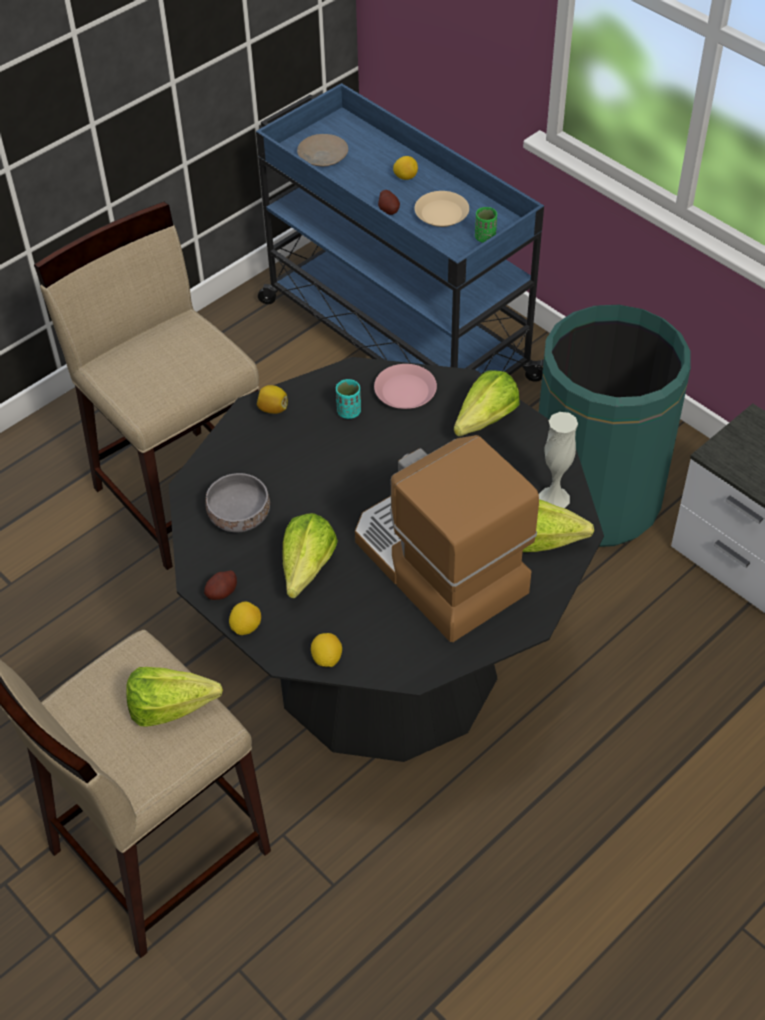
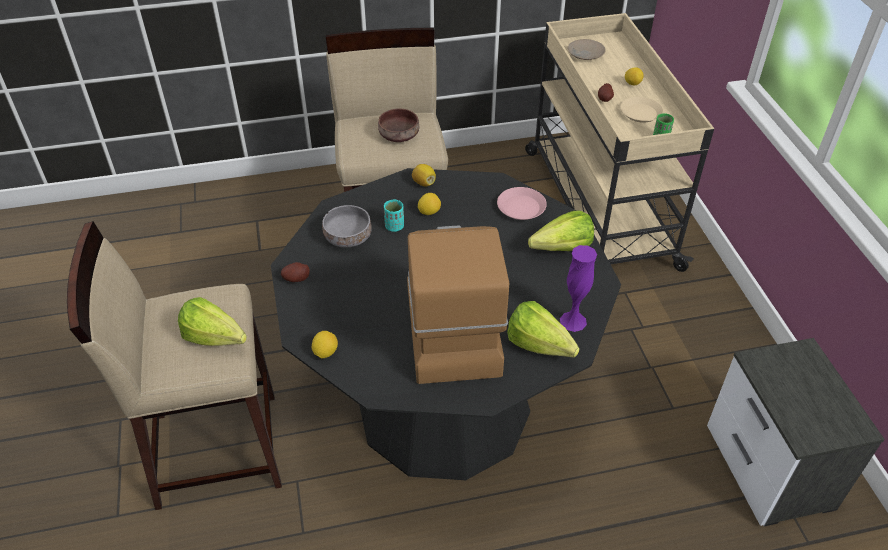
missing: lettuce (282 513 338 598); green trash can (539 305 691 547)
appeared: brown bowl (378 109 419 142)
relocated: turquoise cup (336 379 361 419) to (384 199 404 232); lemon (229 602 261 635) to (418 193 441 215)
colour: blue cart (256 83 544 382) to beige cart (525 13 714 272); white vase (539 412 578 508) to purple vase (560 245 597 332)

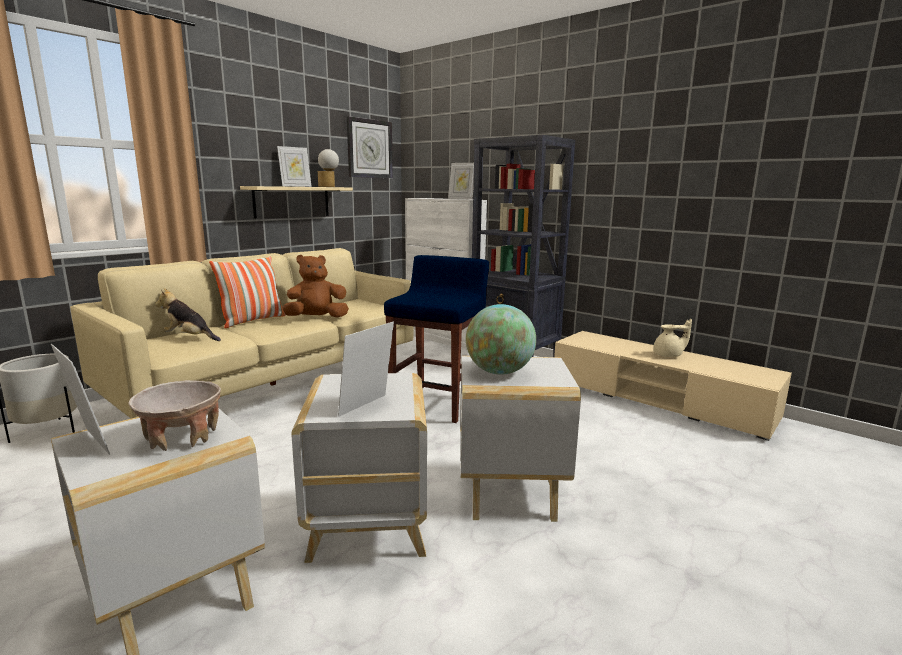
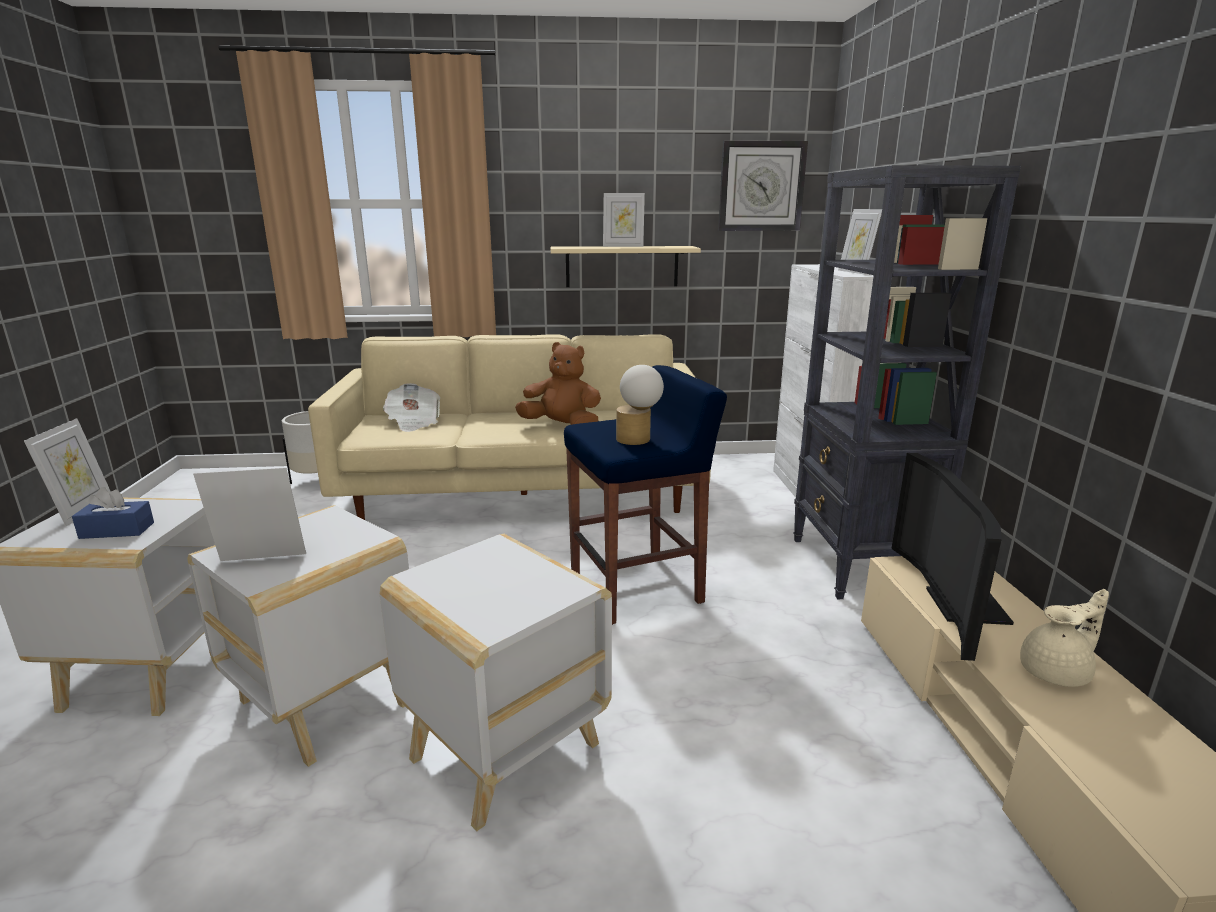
missing: pillow (209 256 286 328); globe (466 304 536 375)
appeared: television (891 453 1014 661)
relocated: table lamp (318 149 339 187) to (616 365 664 445)
exchanged: beige bowl (128 380 221 451) to blue tissue box (72 487 154 539); plush toy (155 288 221 341) to newspaper (383 383 440 432)
spun: beige teapot (653 319 692 357) = (1020 589 1109 687) 60 degrees counterclockwise

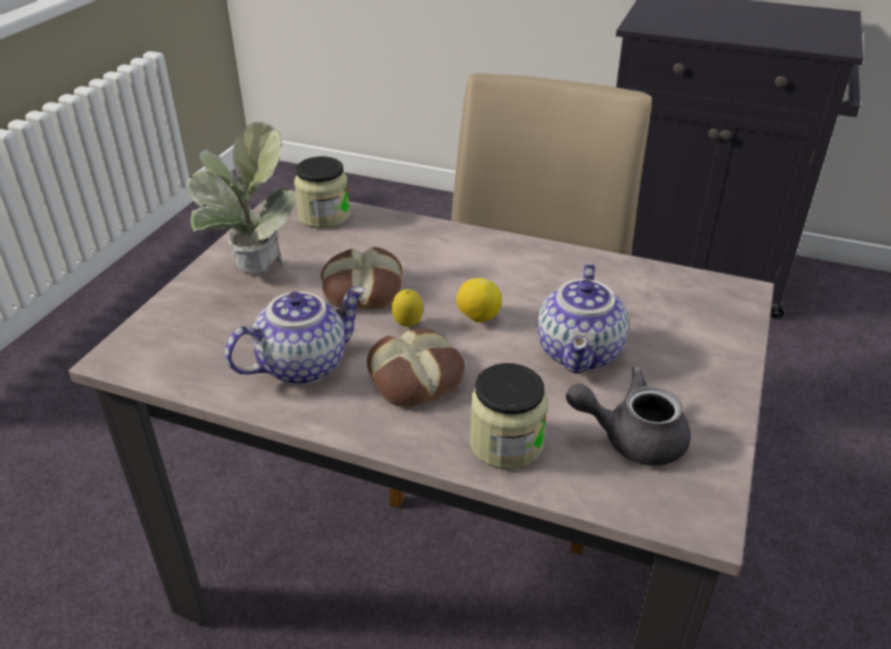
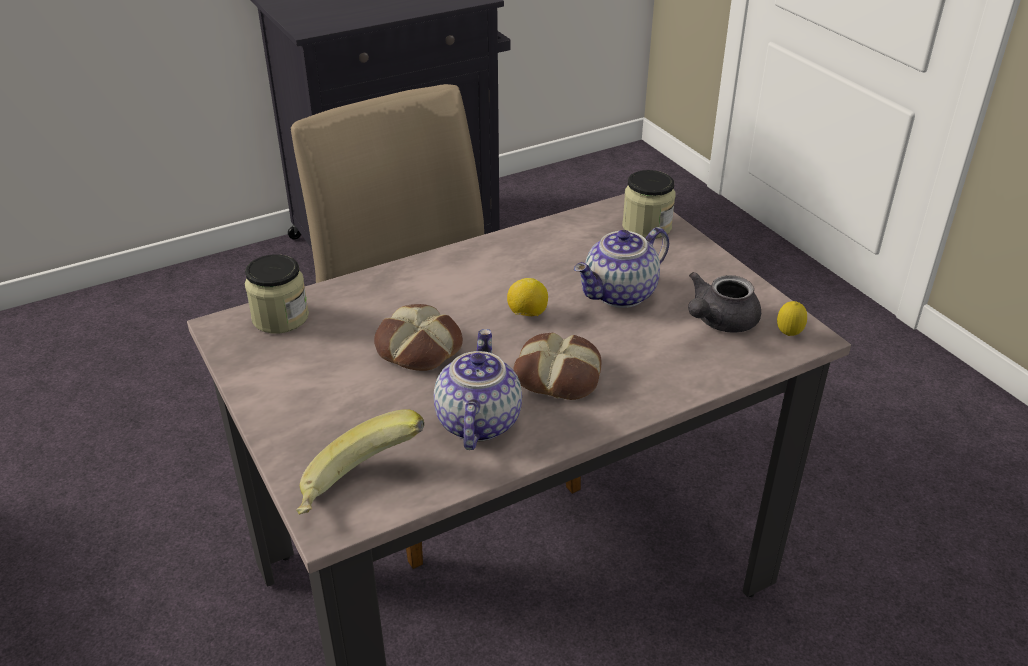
missing: potted plant (186 122 295 274)
appeared: banana (296 409 424 514)
relocated: jar (469 363 548 469) to (622 170 676 239); lemon (392 289 423 327) to (777 301 807 336)
spun: teapot (537 263 629 373) = (574 227 669 308) 90 degrees clockwise

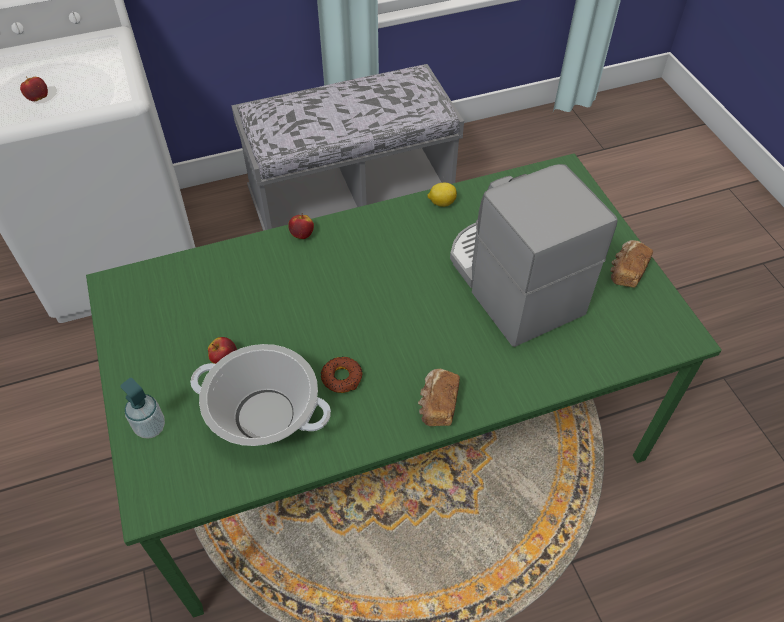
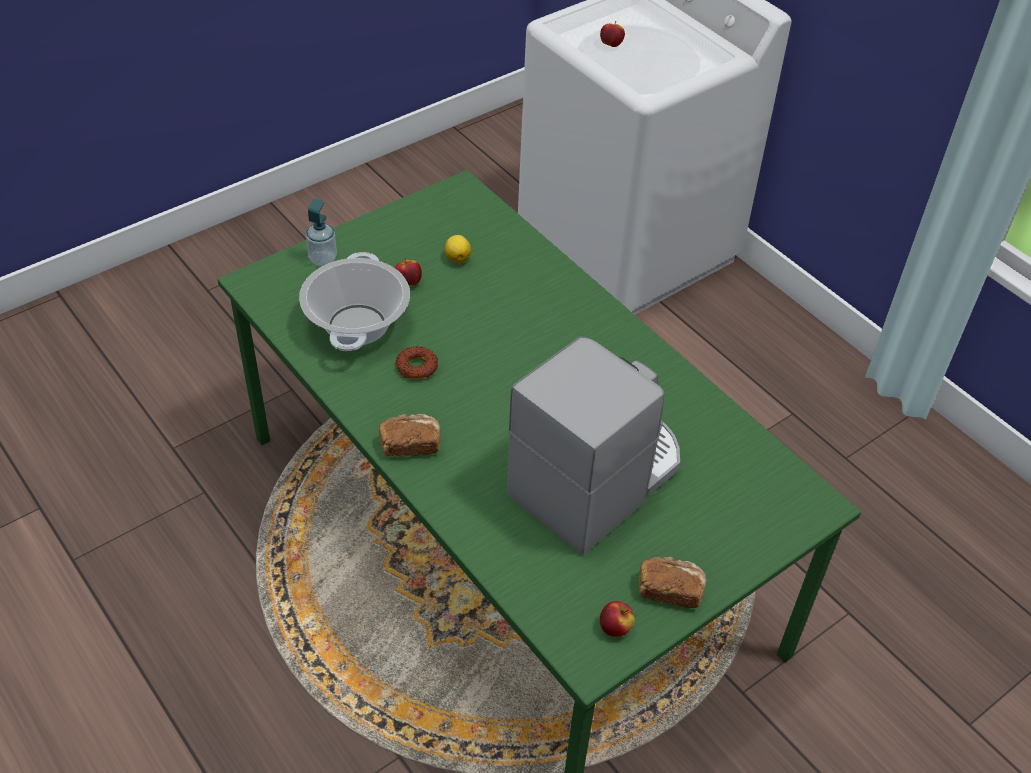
missing: grey bench (231 64 464 231)
relocated: lemon (427 183 457 207) to (445 235 471 263); apple (288 213 314 239) to (600 601 635 637)

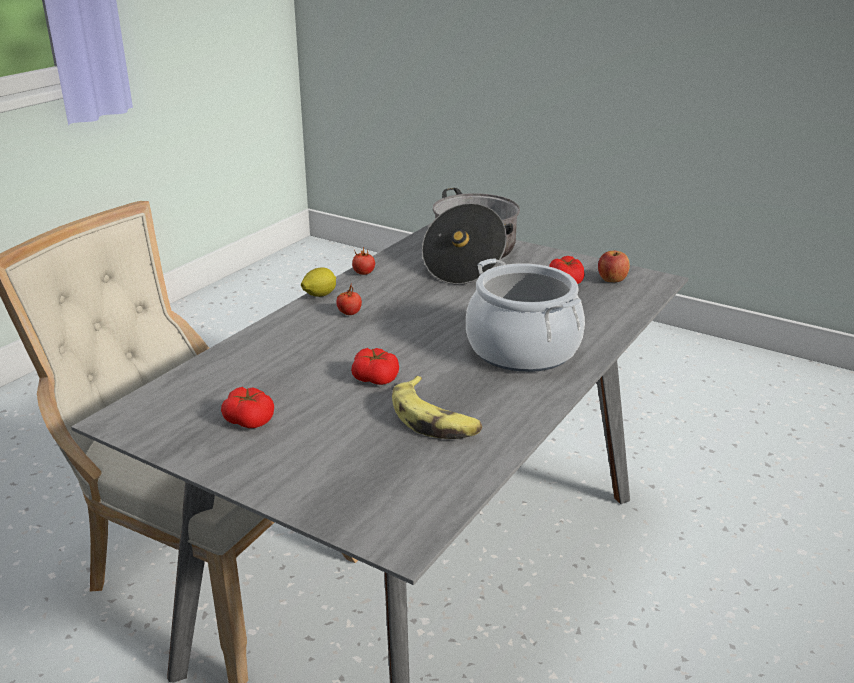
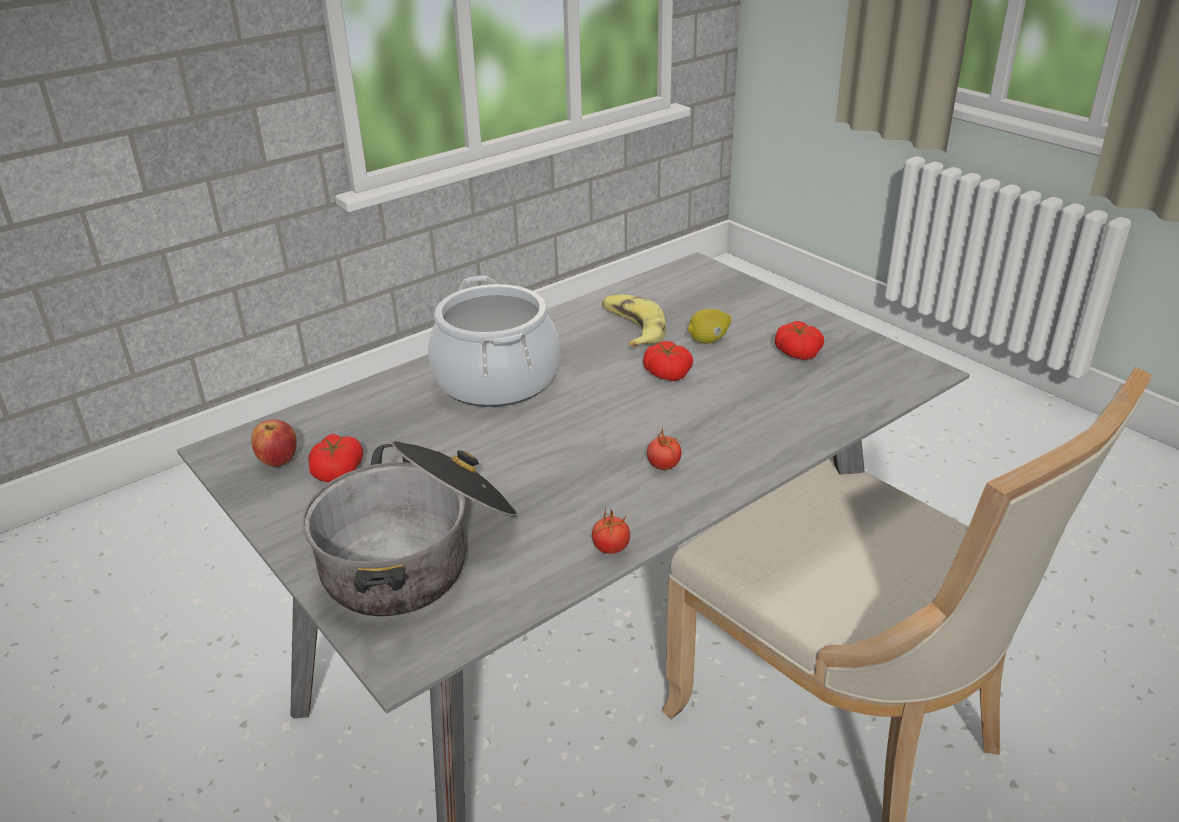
relocated: lemon (301 267 336 297) to (688 309 732 344)

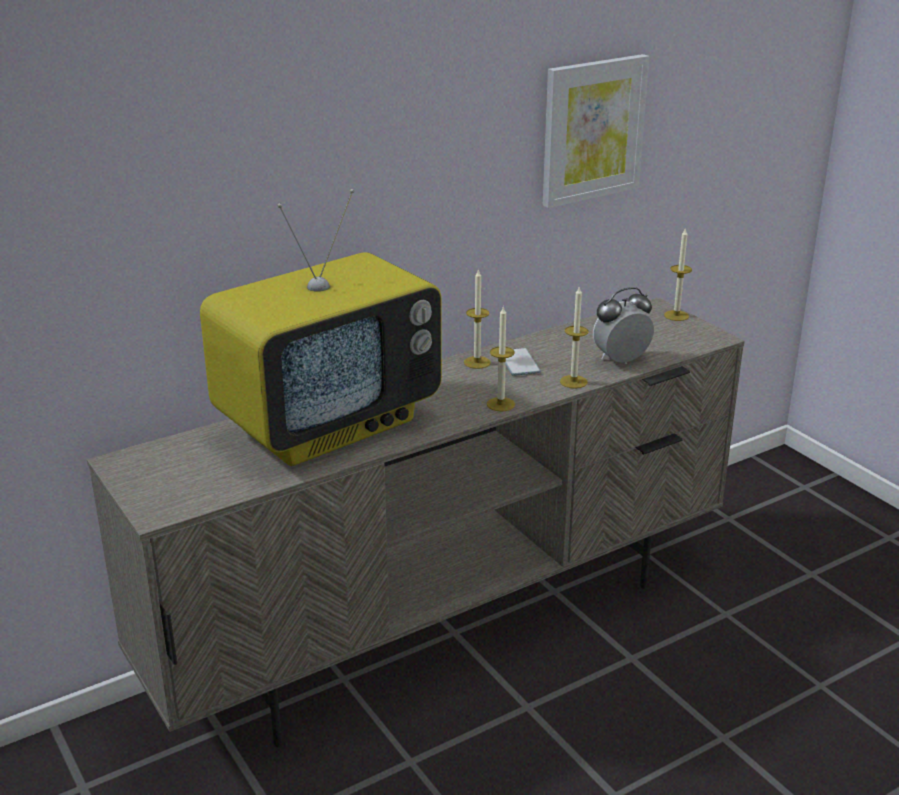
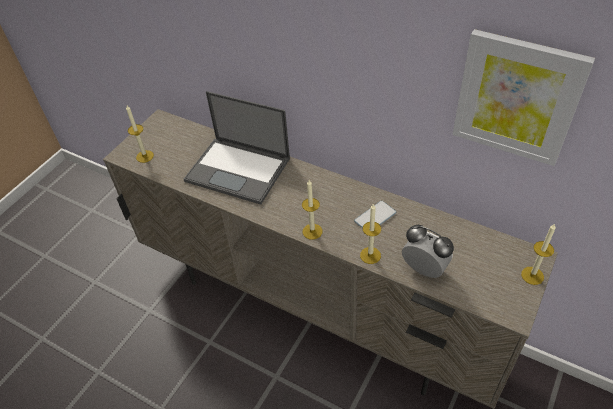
relocated: candle (464 269 491 369) to (126 106 154 163)
exchanged: television (200 189 442 466) to laptop (184 91 290 205)

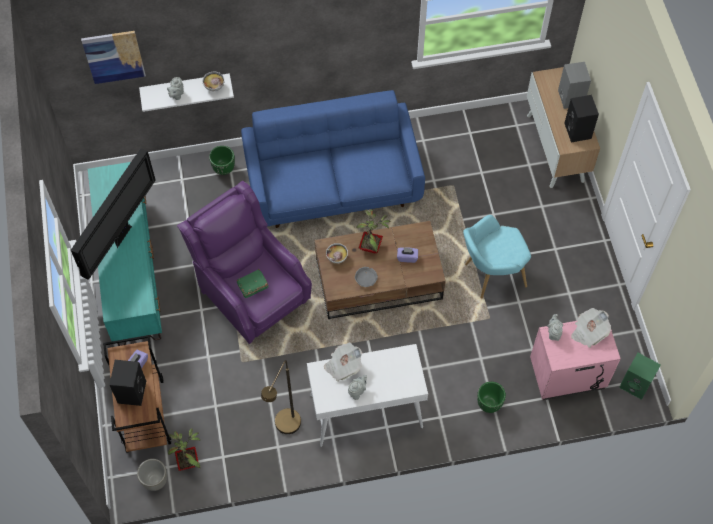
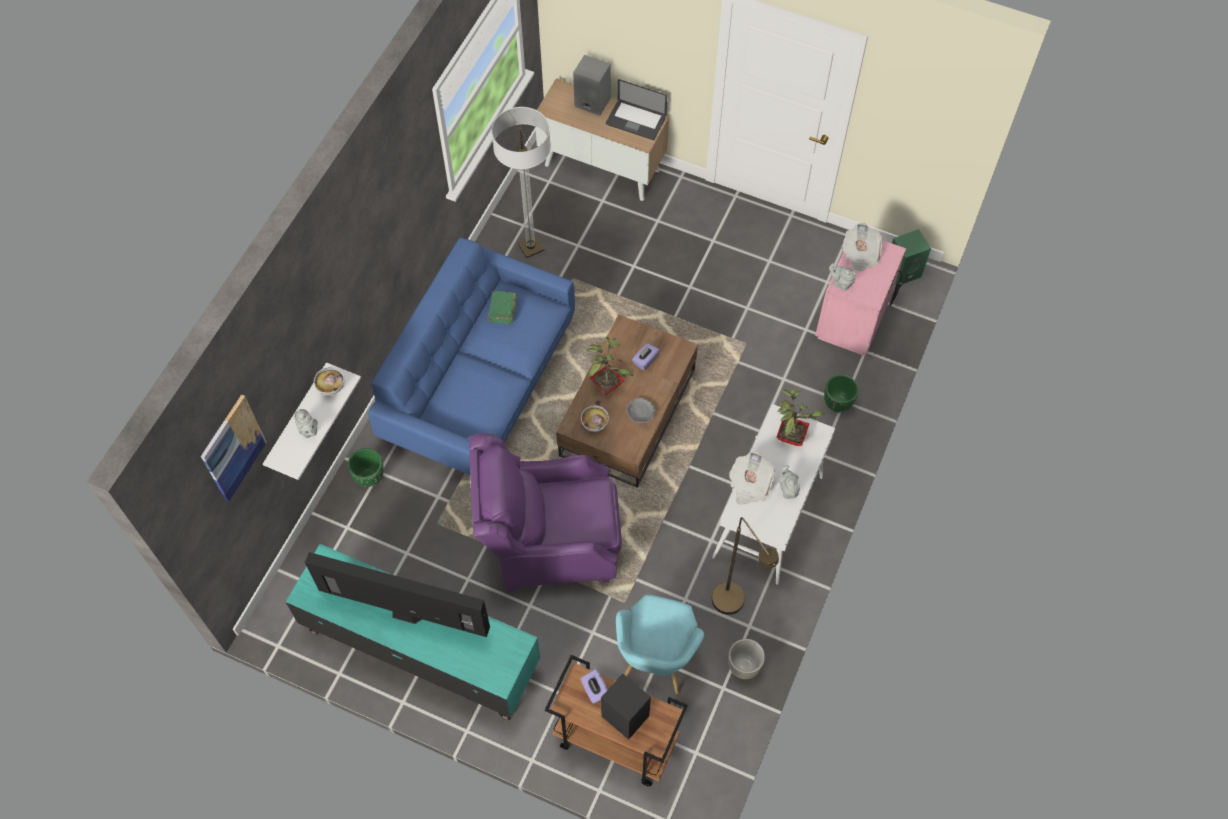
appeared: floor lamp (492 107 551 258)
relocated: green book (237 269 269 298) to (488 291 517 325); turquoise armchair (463 215 531 298) to (616 595 704 694); grey planter (137 459 167 491) to (728 639 765 679); potted plant (168 428 201 471) to (776 387 825 446)
exchanged: black speaker (564 95 599 143) to laptop (606 79 667 140)
spun: television (71 148 156 280) = (305 552 490 637) 45 degrees counterclockwise

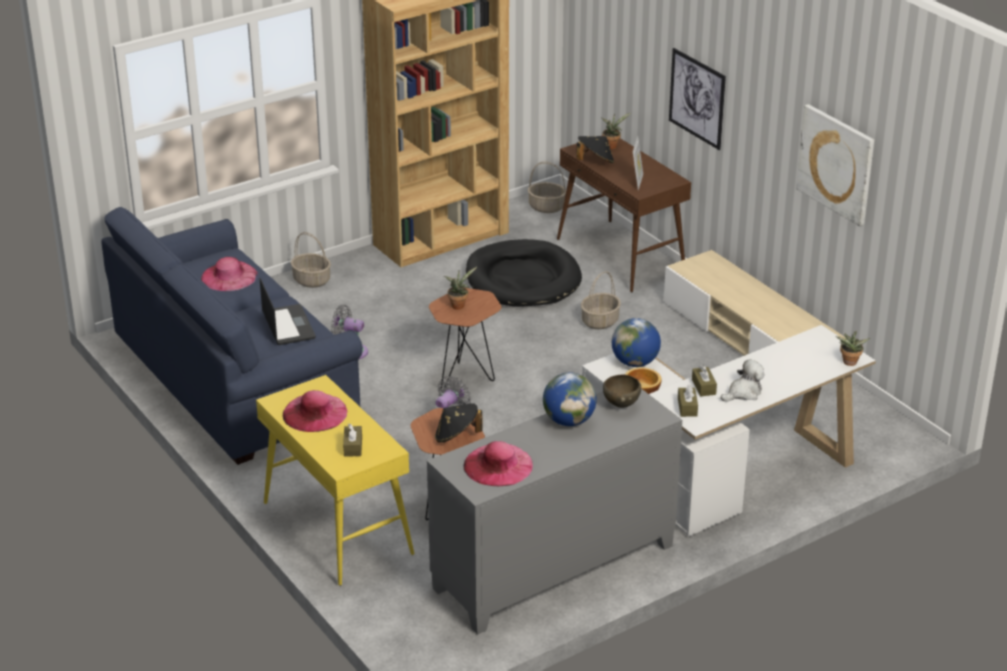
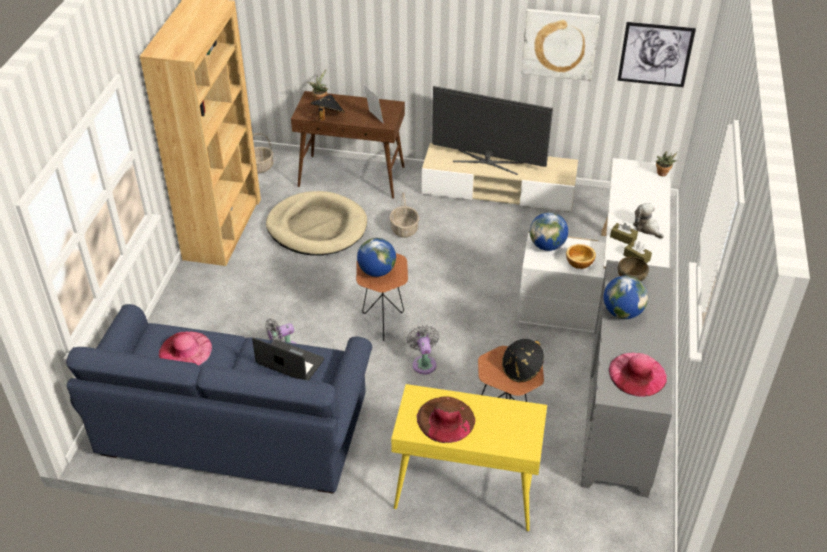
missing: basket (291 232 331 288); brown tissue box (343 424 362 457)
appeared: television (432 86 553 175)
relocated: picture (669 48 726 150) to (618 22 696 87)
exchanged: potted plant (444 267 477 310) to globe (357 238 396 277)
colour: black dog bed (466 239 582 307) to beige dog bed (266 191 367 256); pink hat (283 390 347 432) to brown hat (417 396 475 443)
spun: plush toy (721 359 764 402) = (633 203 664 239) 45 degrees counterclockwise

